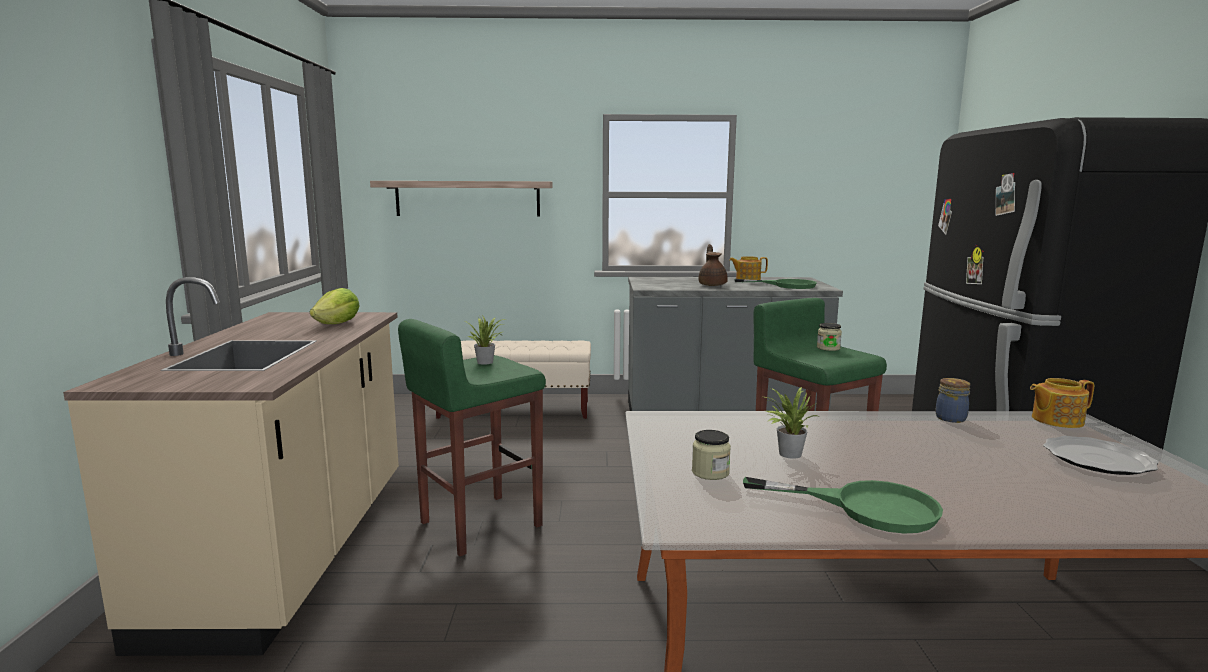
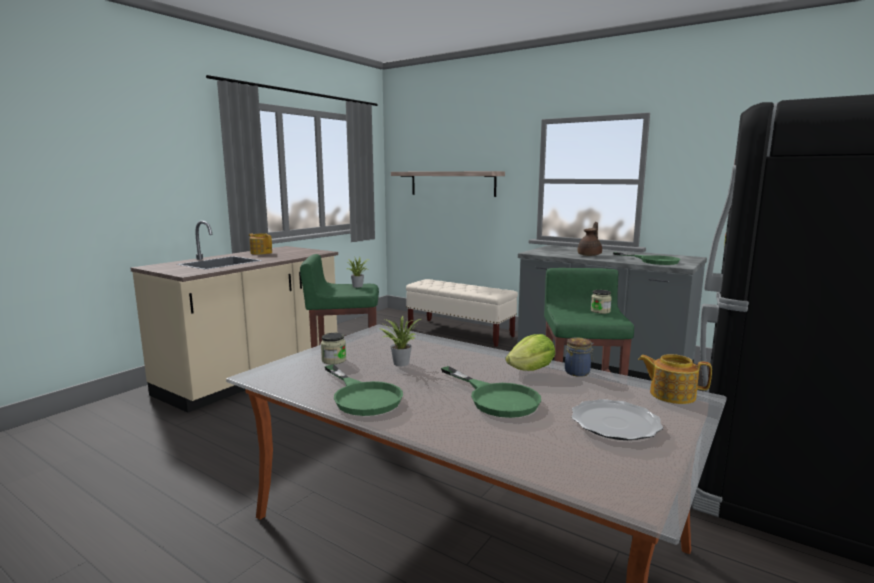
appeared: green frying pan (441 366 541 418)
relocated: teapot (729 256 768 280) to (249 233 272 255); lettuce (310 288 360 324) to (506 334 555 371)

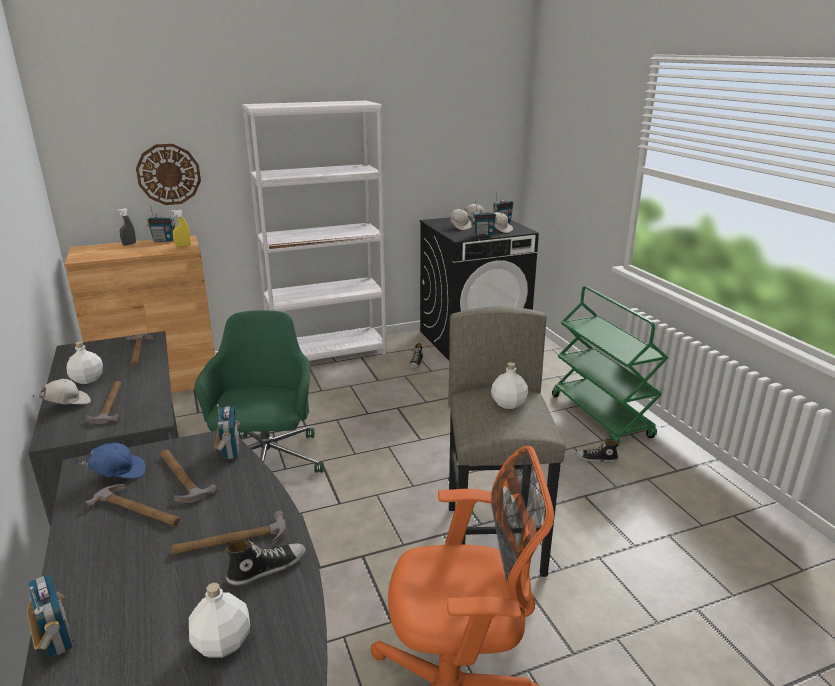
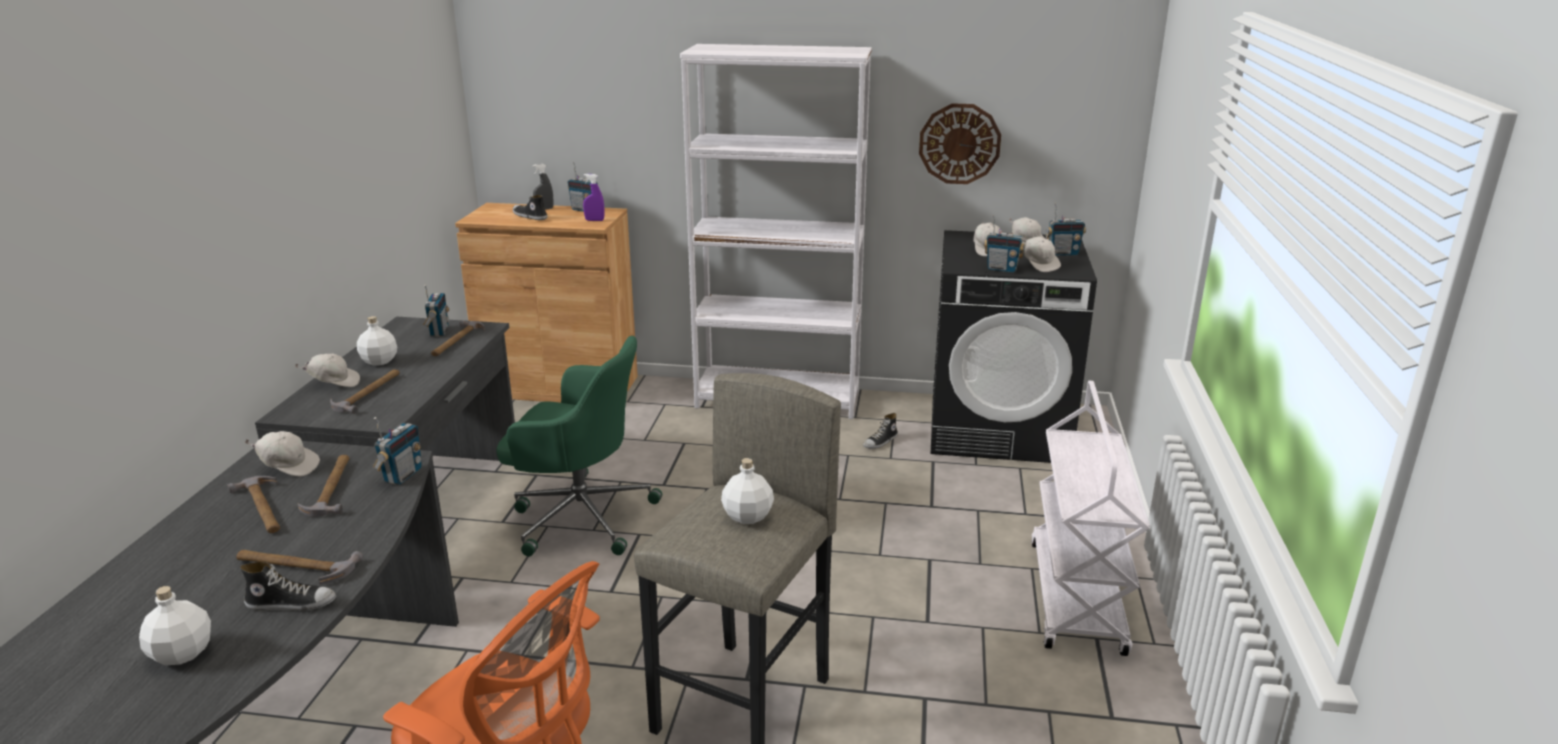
relocated: radio (27 574 74 658) to (423 285 449 337); shoe (575 440 619 462) to (513 195 548 220); wall clock (136 144 201 205) to (919 103 1001 184)
colour: blue cap (75 443 146 479) to white cap (245 431 320 476); yellow spray bottle (171 209 191 247) to purple spray bottle (583 174 605 221); green cart (552 286 669 446) to white cart (1031 381 1150 656)
spun: green office chair (194 310 324 473) = (496 336 662 556) 75 degrees clockwise

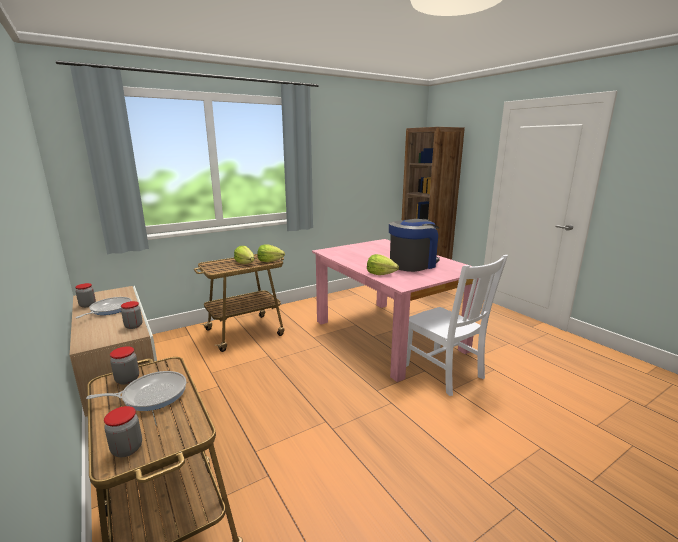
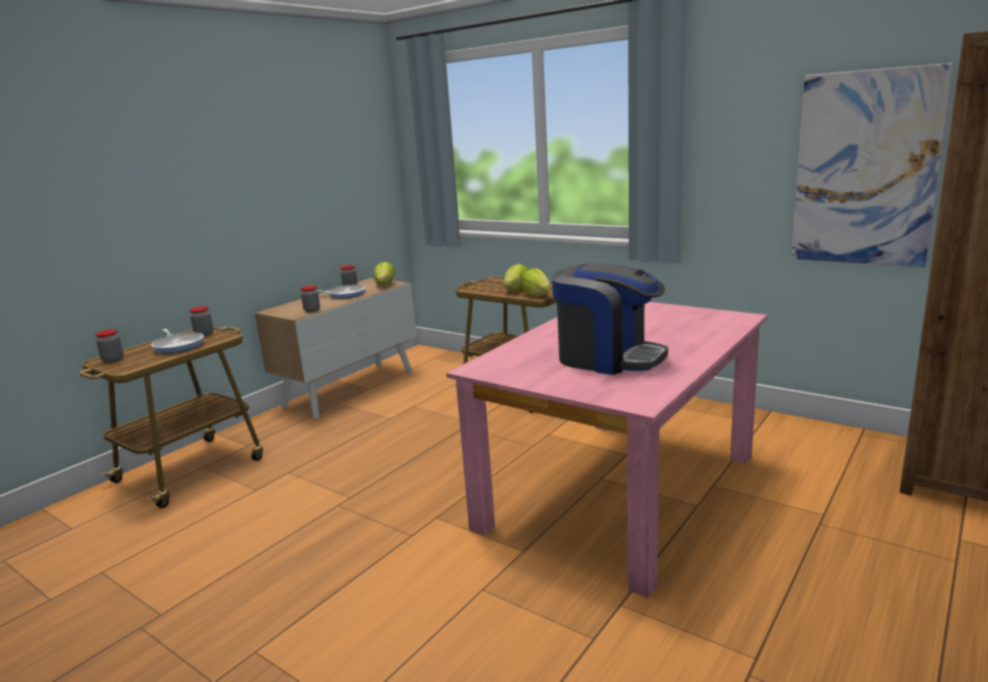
missing: white chair (406 255 508 396)
appeared: picture (791 63 953 267)
relocated: lettuce (367 254 399 275) to (374 262 396 286)

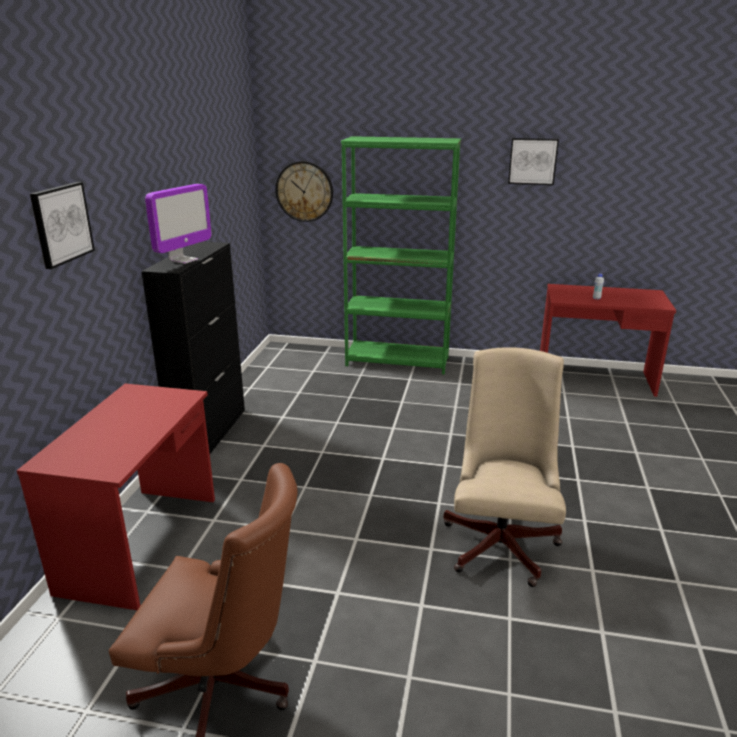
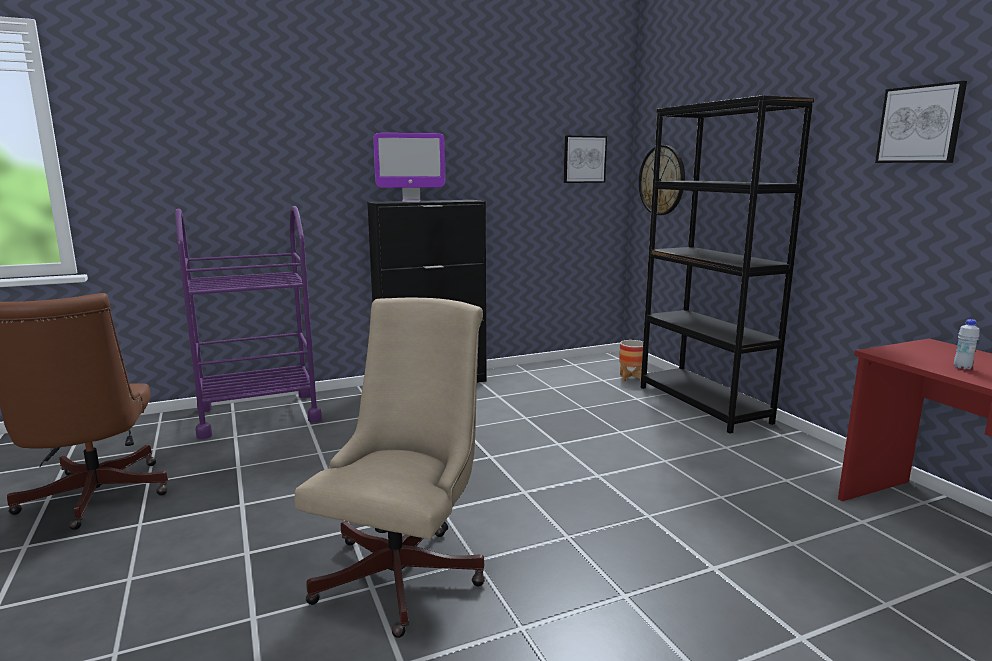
appeared: planter (619 340 643 381)
relocated: picture (30 182 95 269) to (563 136 607 183)
exchanged: red desk (17 384 215 610) to purple cart (175 206 322 439)
colour: green bookcase (341 136 461 375) to black bookcase (641 95 814 434)
spun: beige office chair (443 347 566 587) = (295 298 485 638) 45 degrees counterclockwise

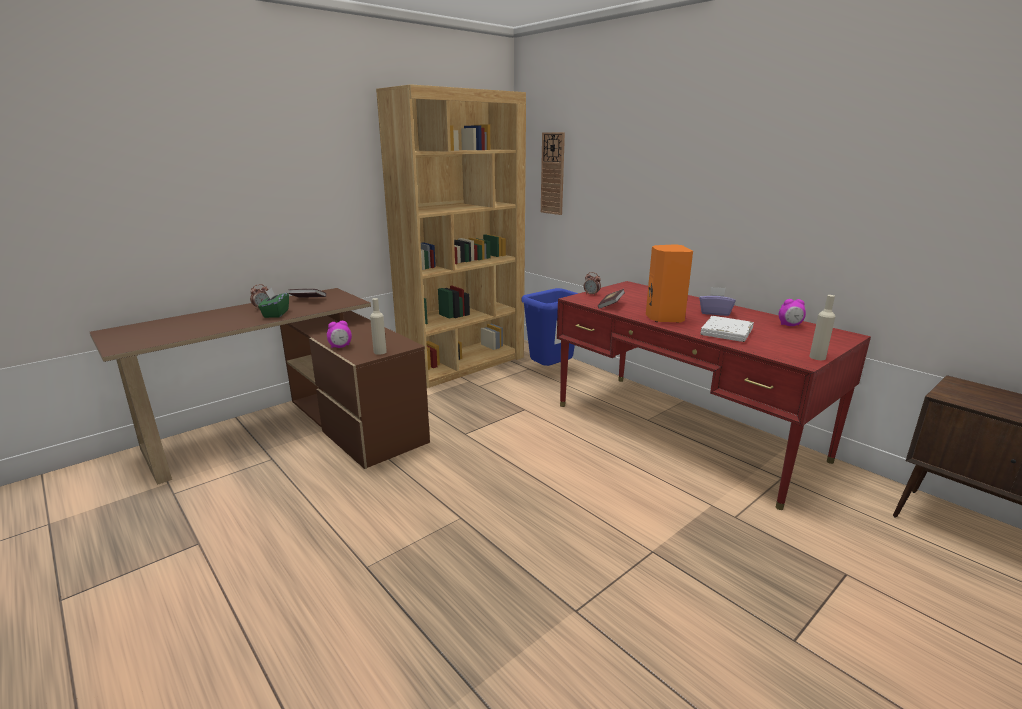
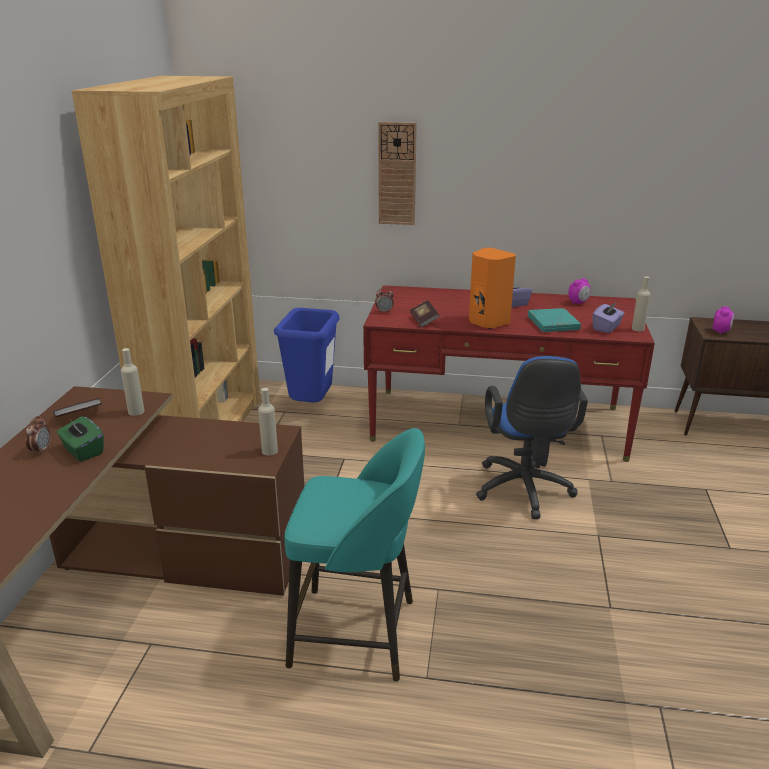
appeared: beige bottle (121 348 145 416); turquoise stool (285 428 425 681); blue office chair (476 356 588 519); purple tissue box (592 302 624 333)
relocated: wall clock (541 132 565 215) to (378 122 417 225); alarm clock (327 321 352 348) to (713 306 734 334)
colour: white book (701 316 754 342) to turquoise book (528 308 581 332)

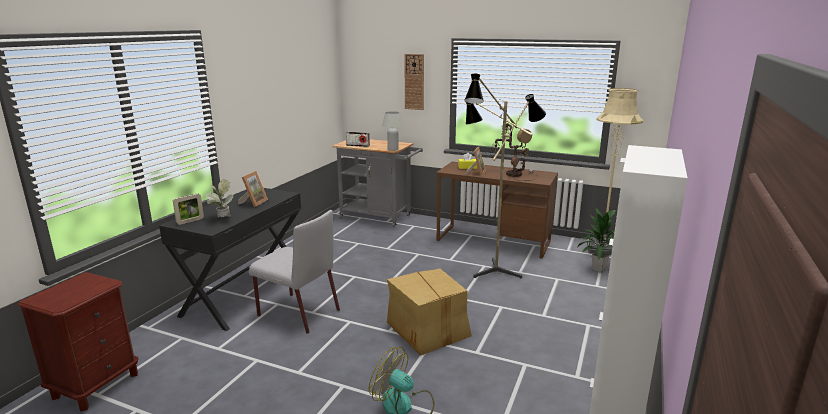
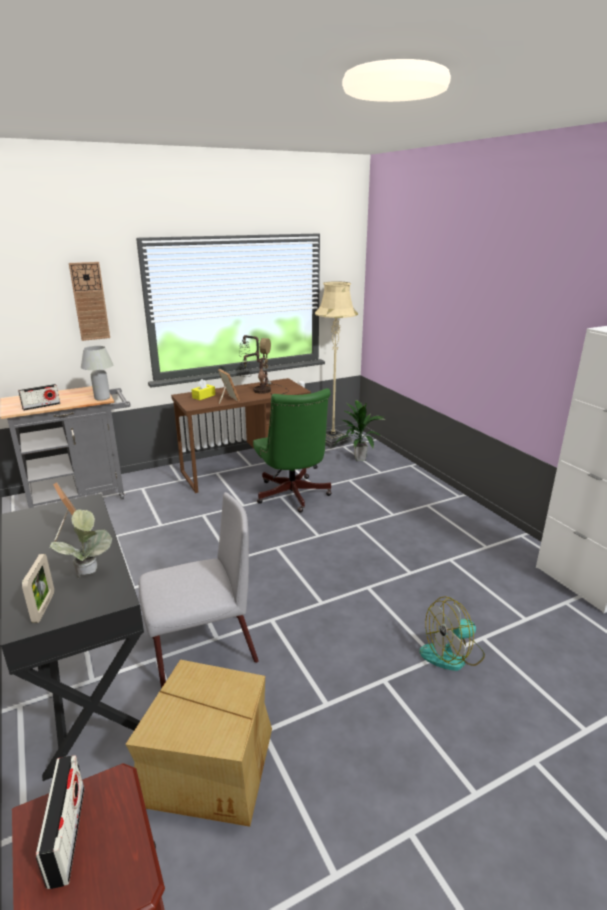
appeared: radio (36 755 84 889)
relocated: cardboard box (387 268 472 356) to (126 659 272 827)
exchanged: floor lamp (464 74 546 279) to green office chair (253 388 332 512)

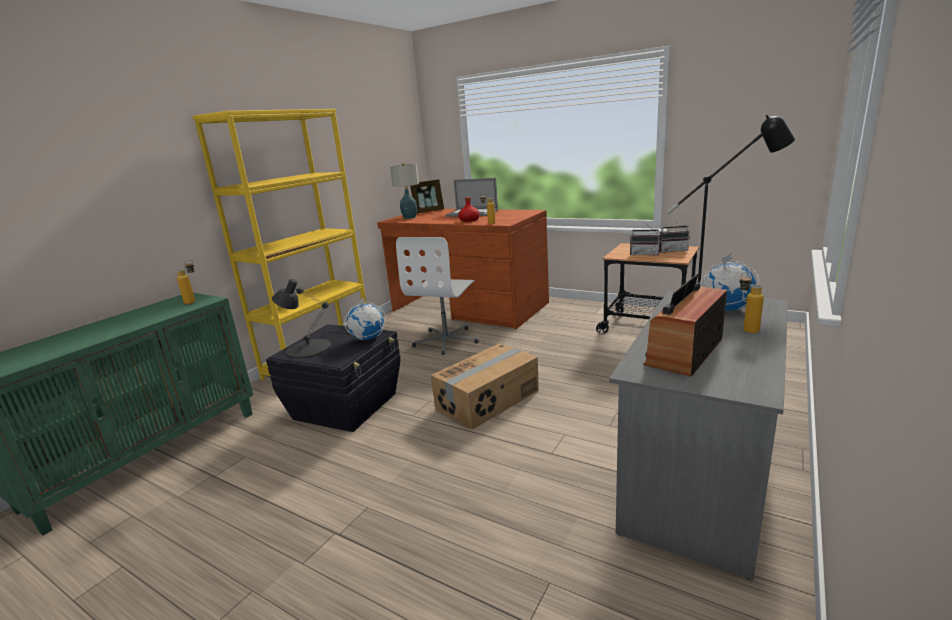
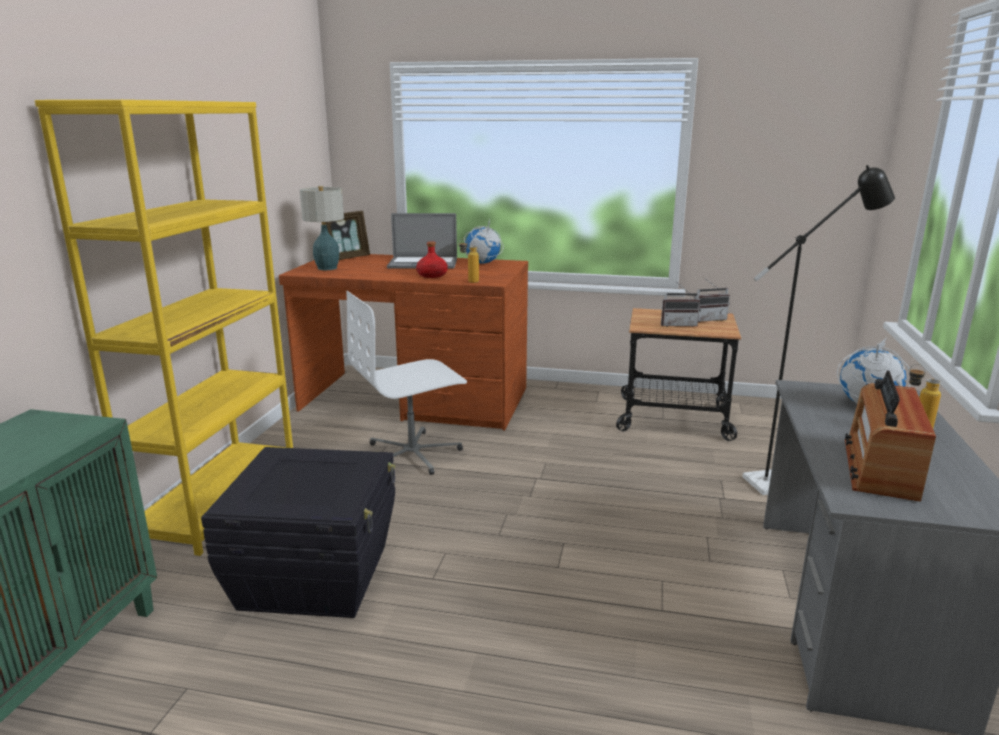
missing: bottle (176 260 195 304); black table lamp (272 279 331 358); cardboard box (431 343 539 430)
relocated: globe (344 297 386 340) to (464 217 504 264)
spun: white office chair (396 237 478 355) = (346 291 467 475) 60 degrees clockwise

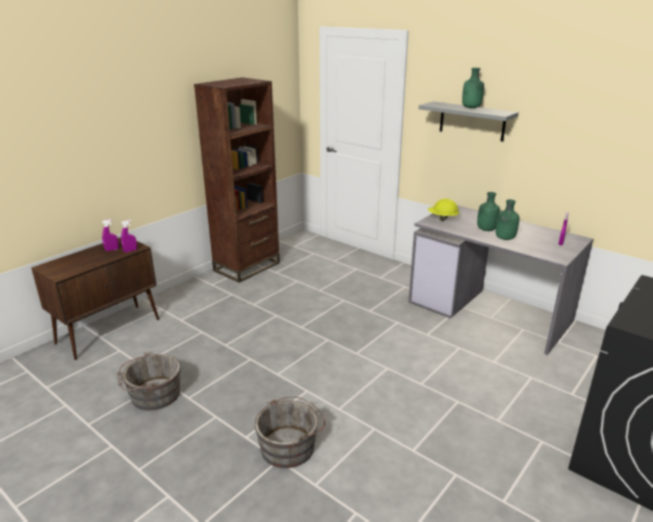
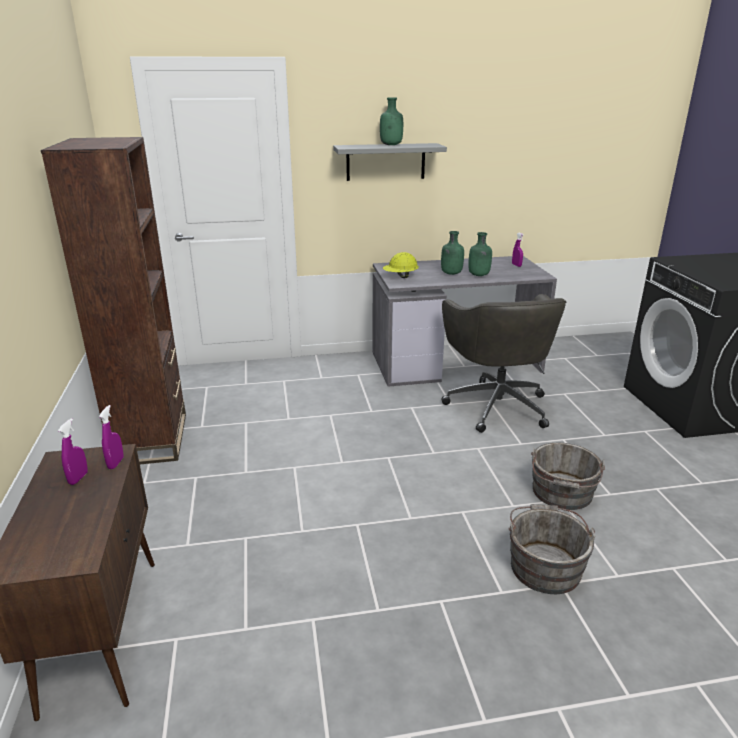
appeared: grey office chair (441 294 566 433)
relocated: grey bucket (117 351 181 411) to (531 443 605 510)

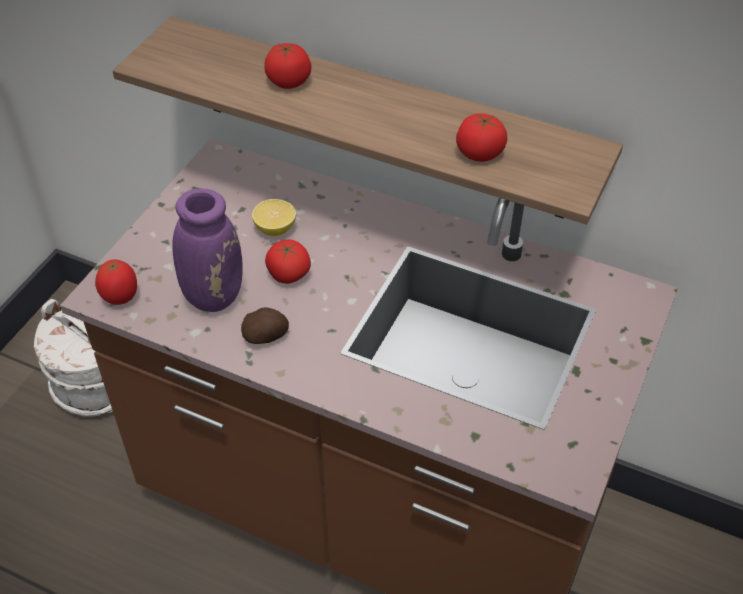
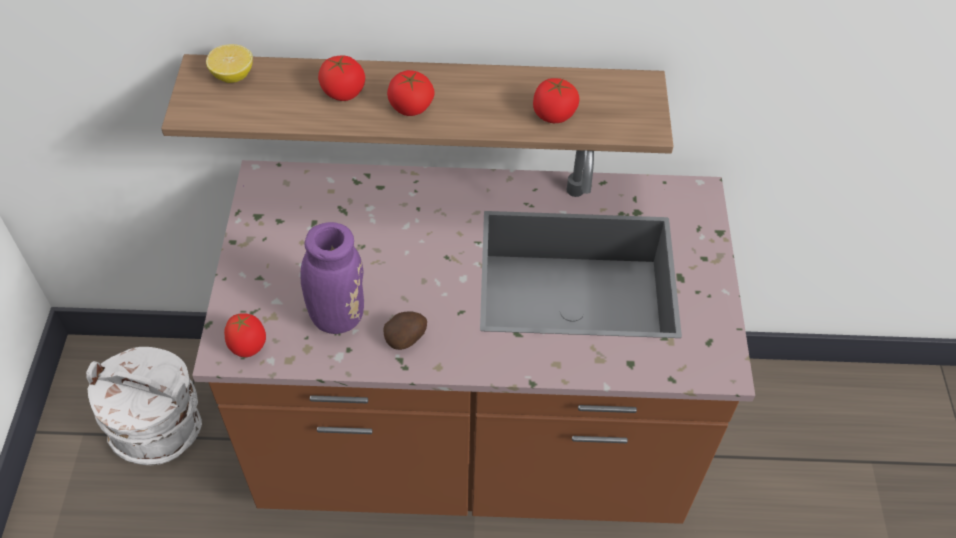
relocated: lemon (252 199 296 236) to (206 44 253 83); tomato (265 240 311 284) to (387 70 435 116)

